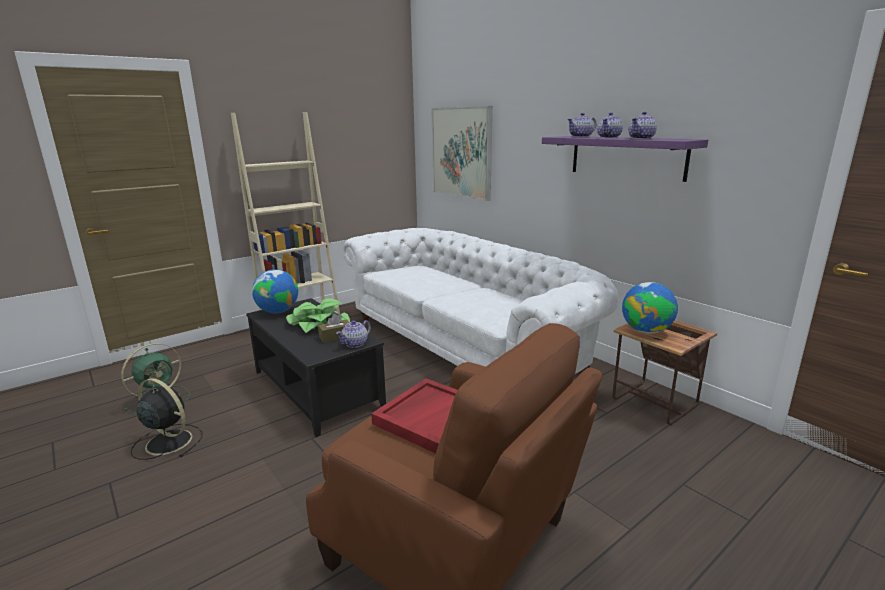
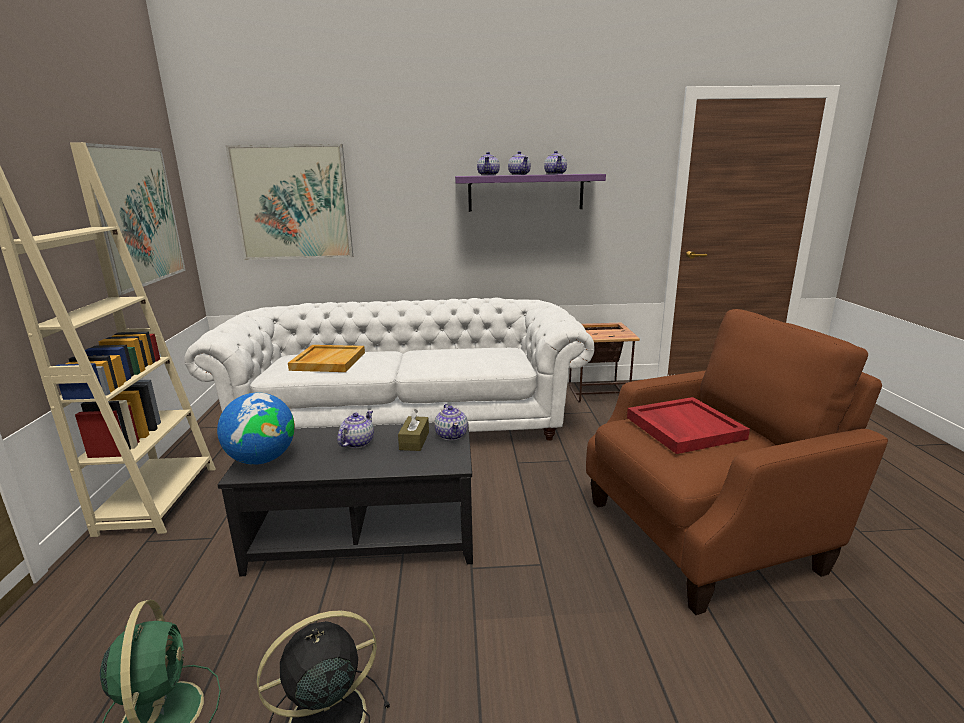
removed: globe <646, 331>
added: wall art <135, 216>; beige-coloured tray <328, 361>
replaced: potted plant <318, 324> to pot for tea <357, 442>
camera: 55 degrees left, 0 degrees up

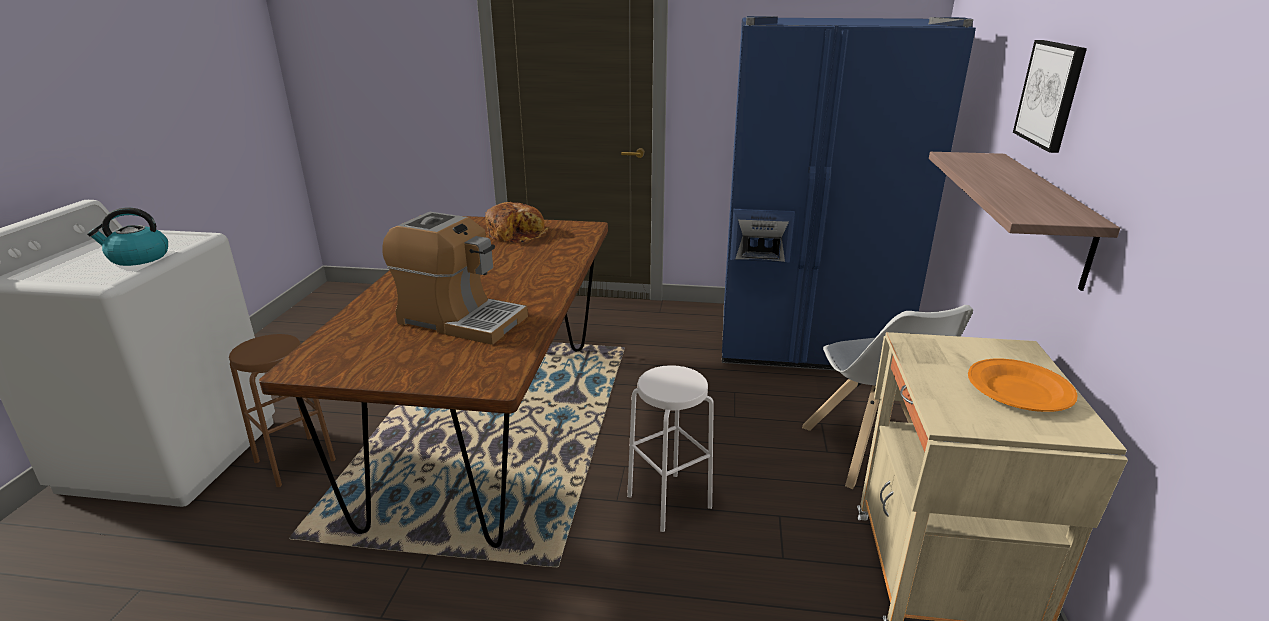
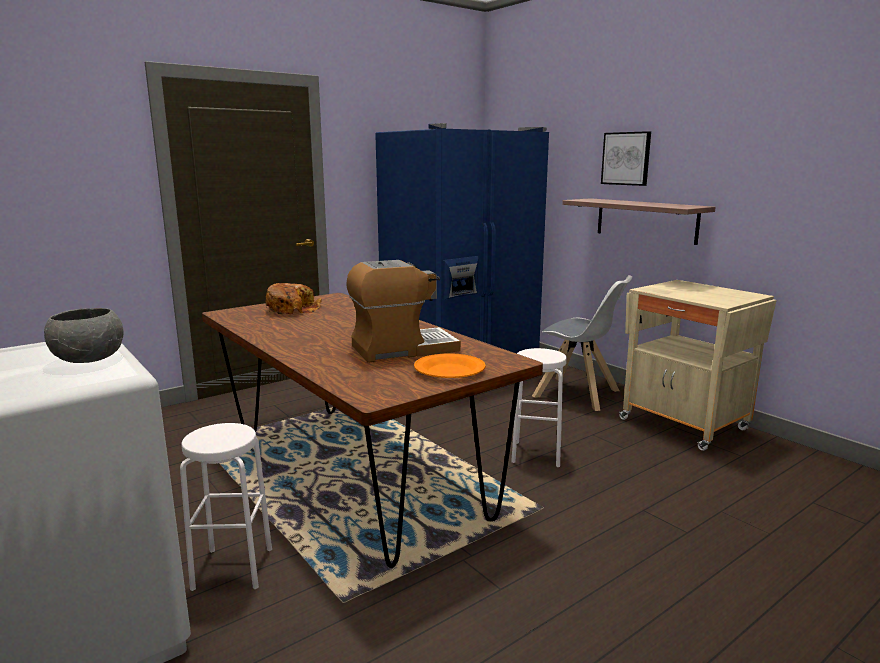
moved: orangey flat dish <1018, 390> to <449, 371>
replaced: water kettle <138, 258> to greyish serving bowl <90, 359>
recoloured: brown stool seat <295, 460> to white stool seat <232, 568>
camera: 45 degrees left, 10 degrees down

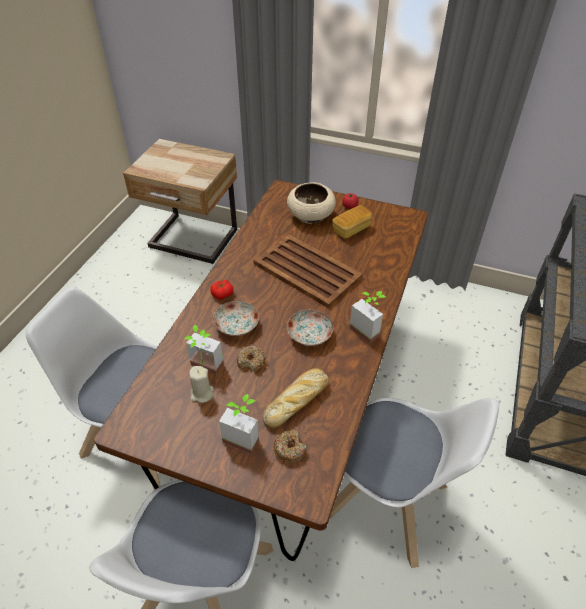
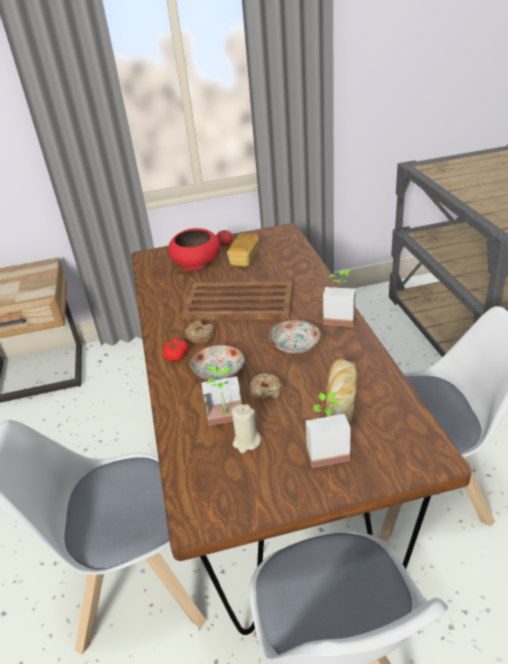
moved: ring doughnut <290, 449> to <200, 336>
recoloured: beige-coloured serving bowl <311, 216> to red-coloured serving bowl <197, 264>
camera: 30 degrees left, 10 degrees down

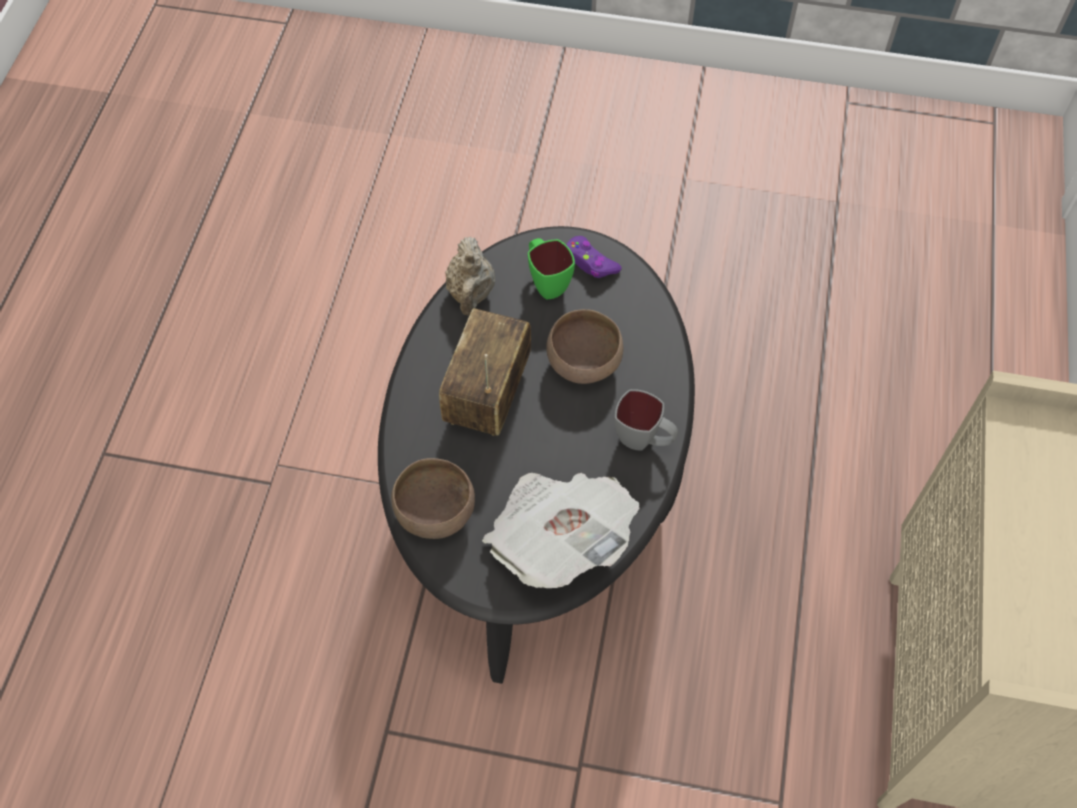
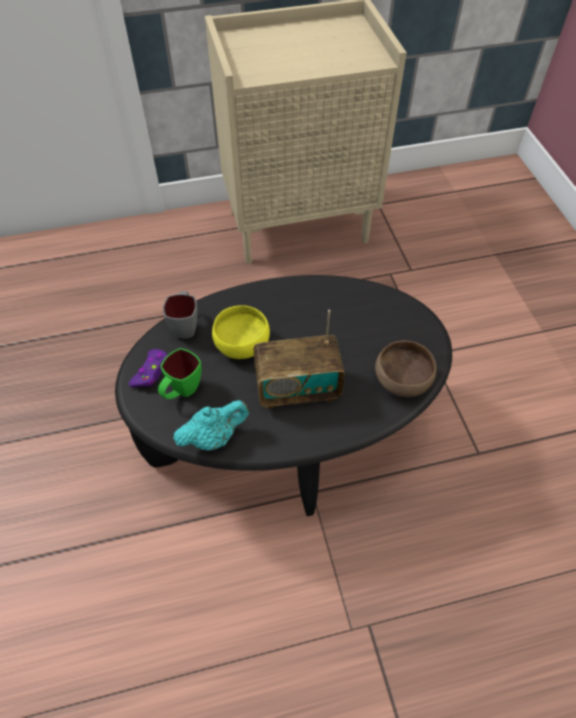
removed: daily paper <558, 539>
moved: greyish tea mug <644, 441> to <186, 326>
recoloured: beige-coloured pot for tea <471, 293> to turquoise-coloured pot for tea <214, 437>; brown serving bowl <585, 363> to yellow serving bowl <242, 344>
camera: 115 degrees left, 5 degrees down

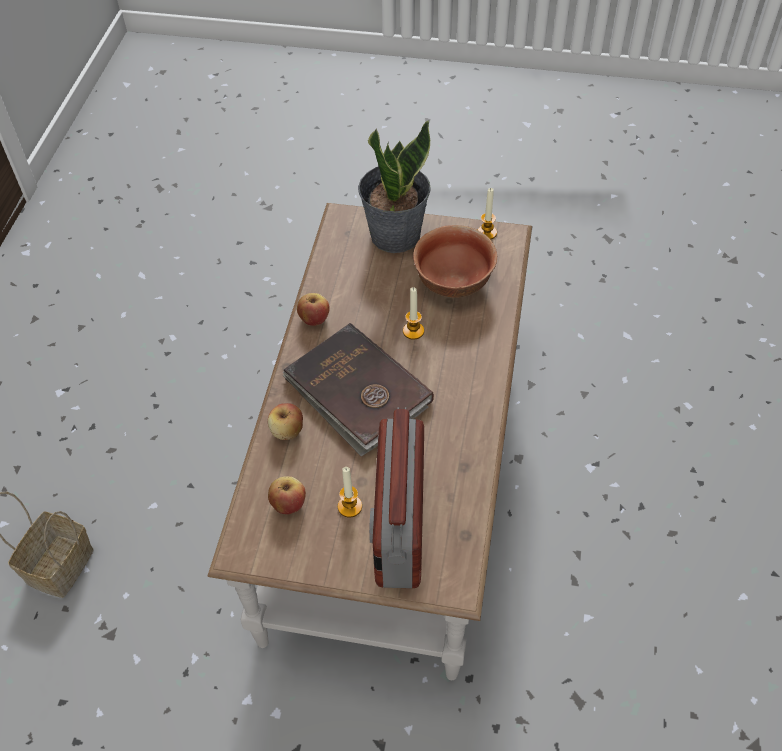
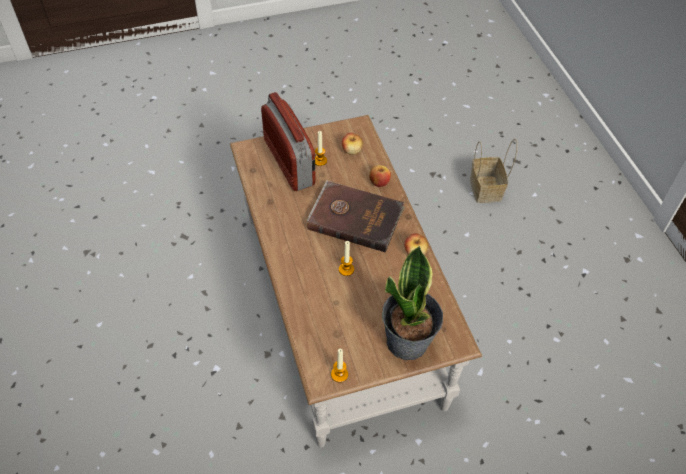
removed: serving bowl <455, 283>
camera: 150 degrees right, 0 degrees up

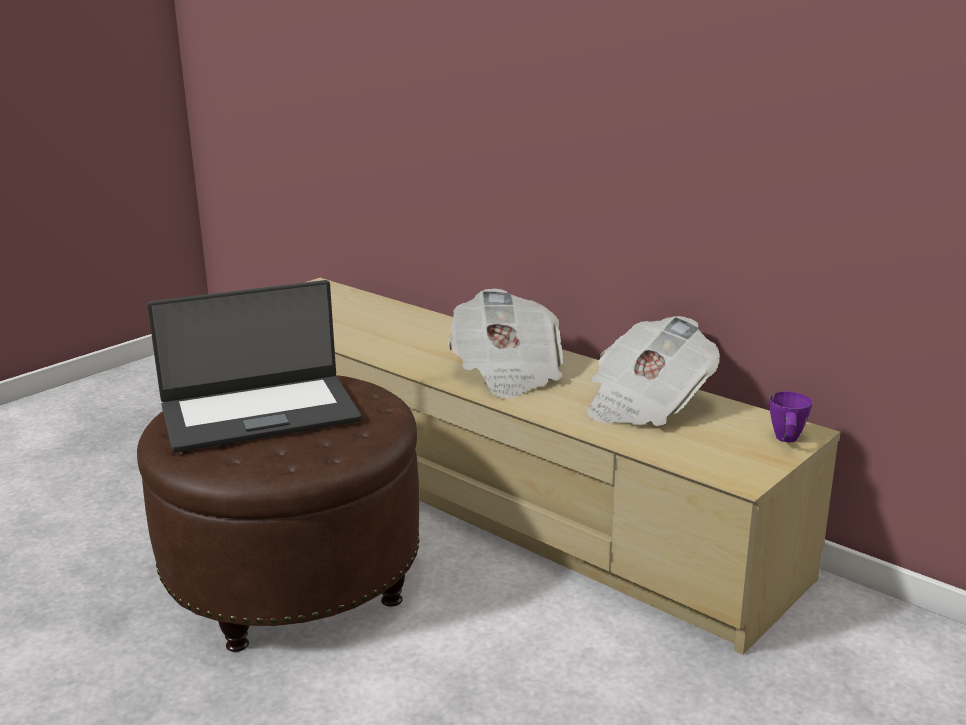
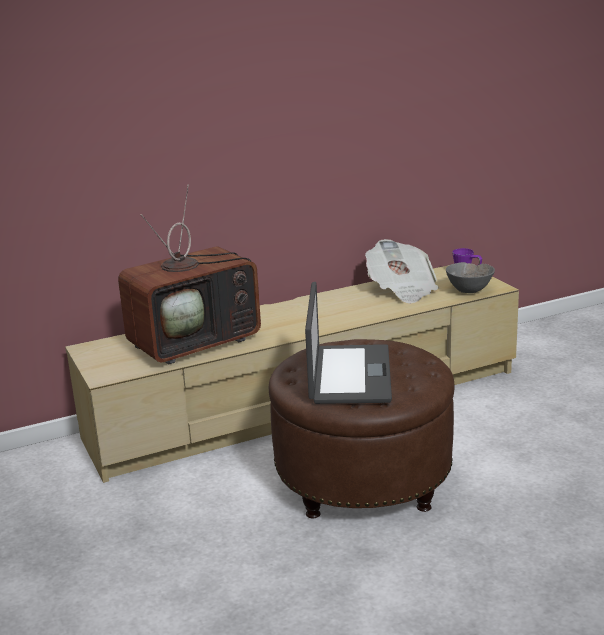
removed: daily paper <506, 373>
added: television <196, 341>; greyish serving bowl <469, 291>
camera: 65 degrees left, 0 degrees up

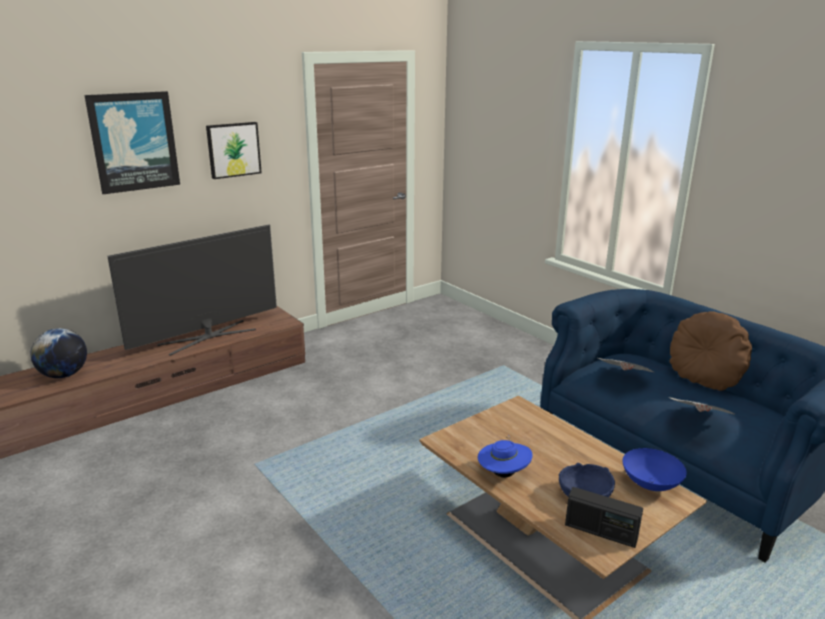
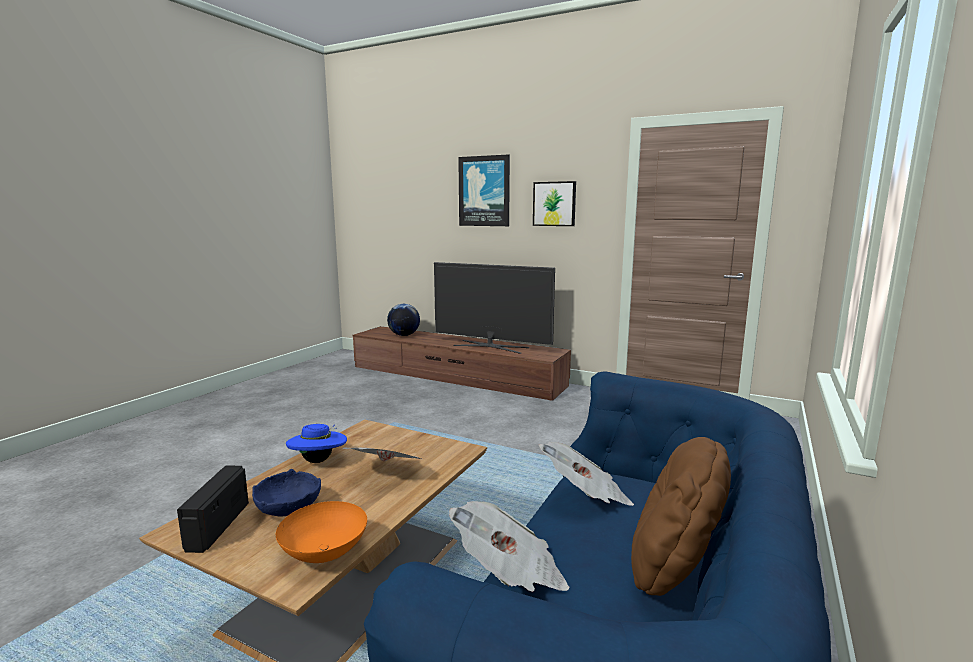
added: daily paper <387, 473>
recoloured: blue-coloured serving bowl <649, 484> to orangey serving bowl <324, 553>
camera: 65 degrees right, 10 degrees down

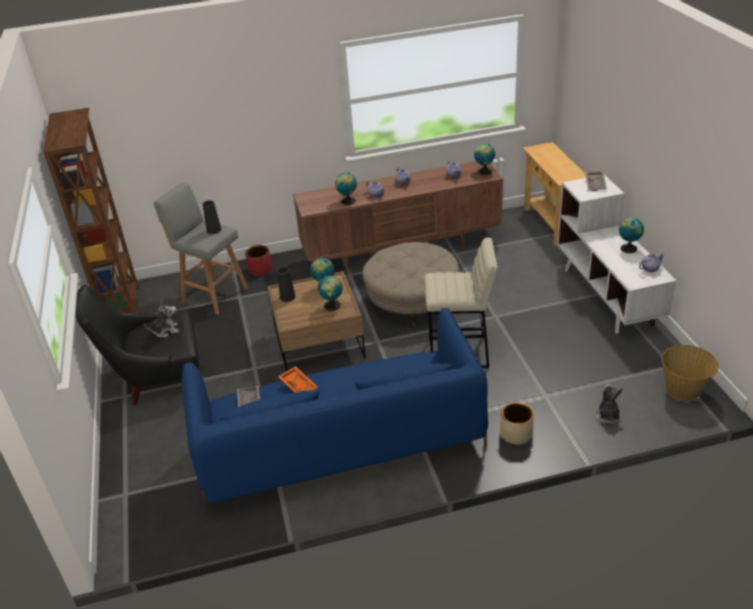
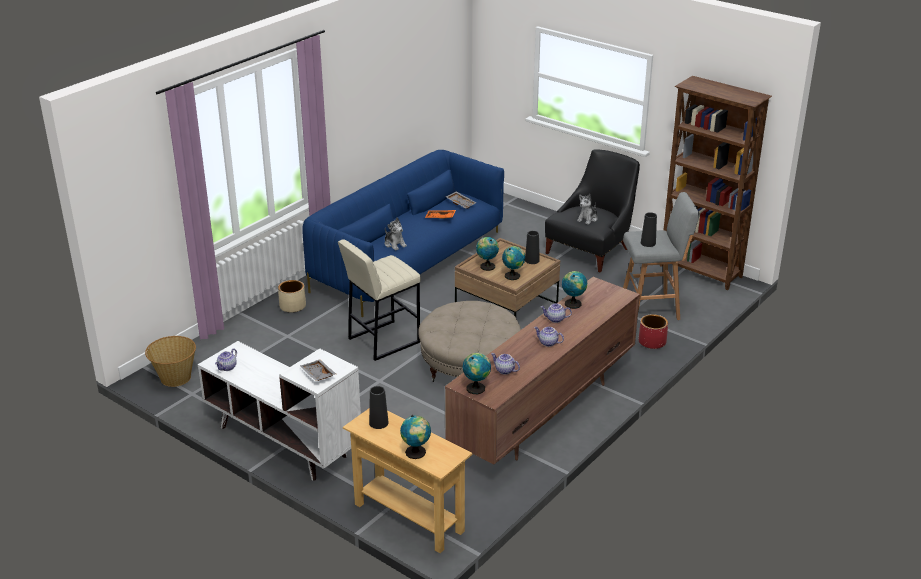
added: black vase <378, 423>
moved: plush toy <607, 416> to <394, 244>; globe <628, 248> to <416, 453>
camera: 140 degrees right, 5 degrees down

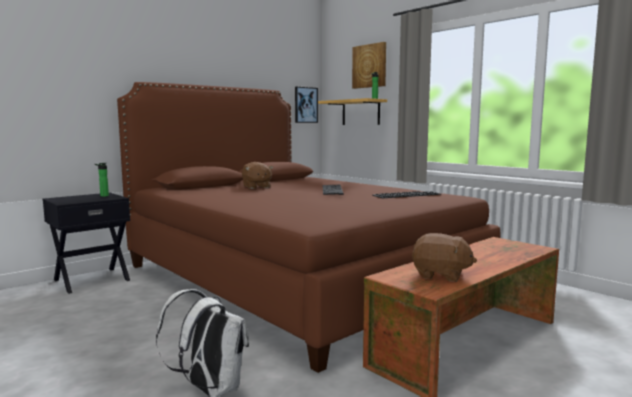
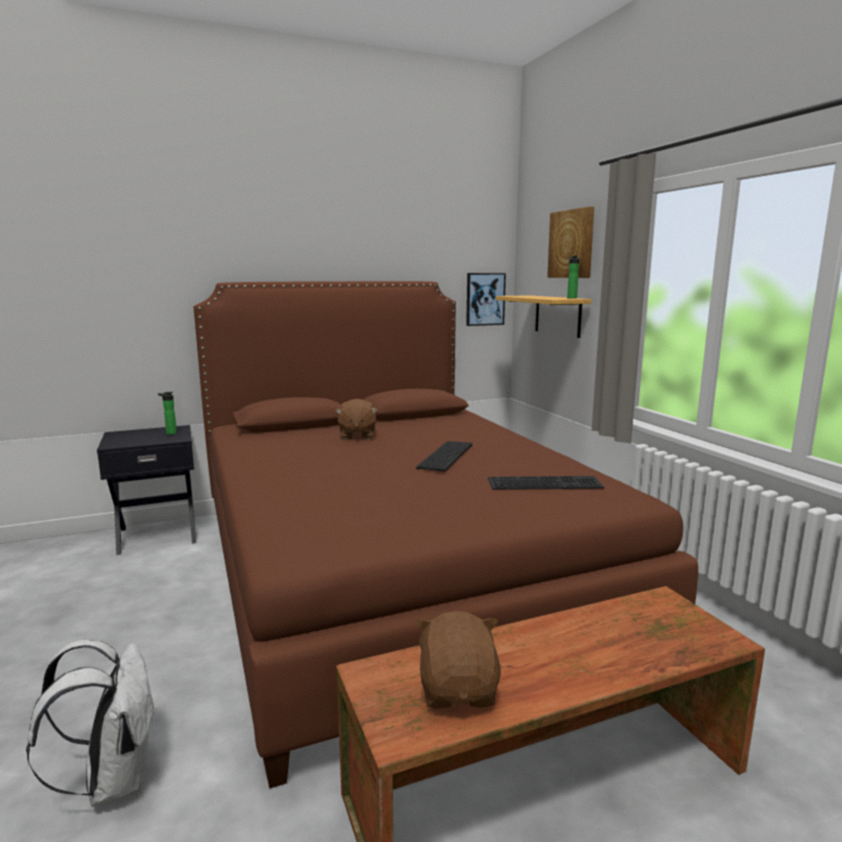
turned: brown plush toy <440, 275> = <459, 689> 135 degrees counterclockwise
camera: 20 degrees right, 5 degrees up

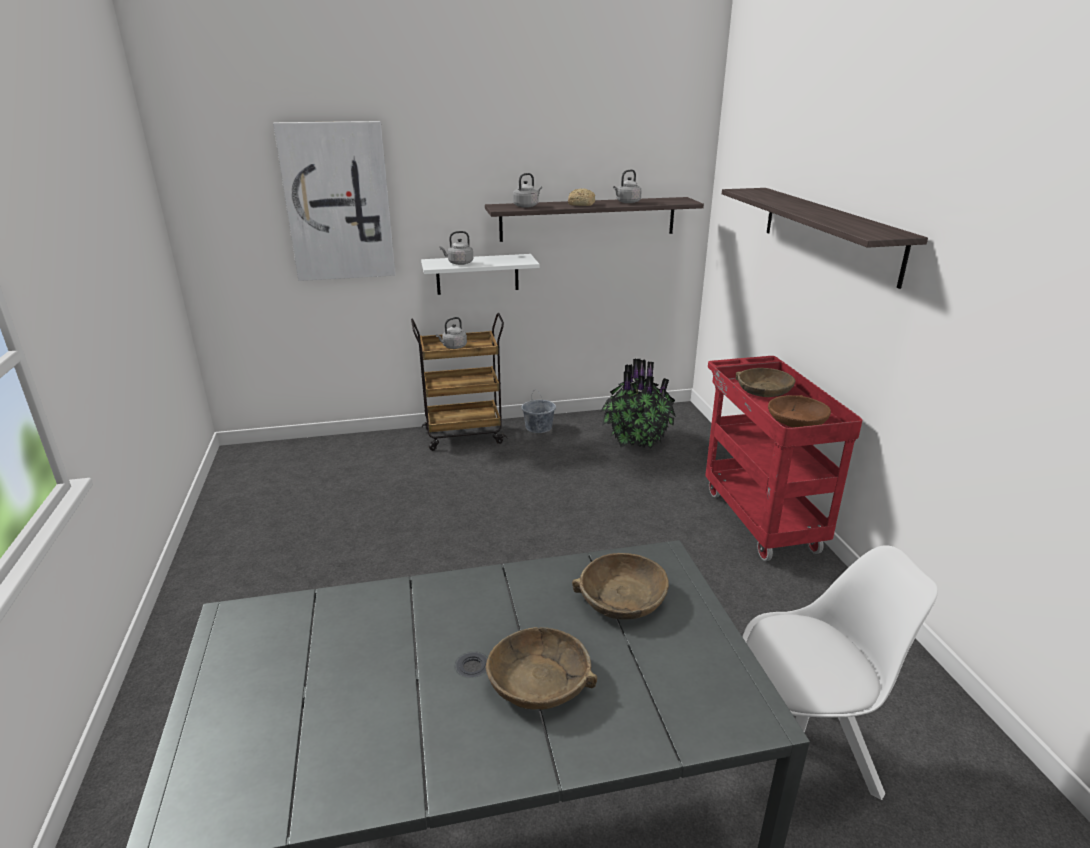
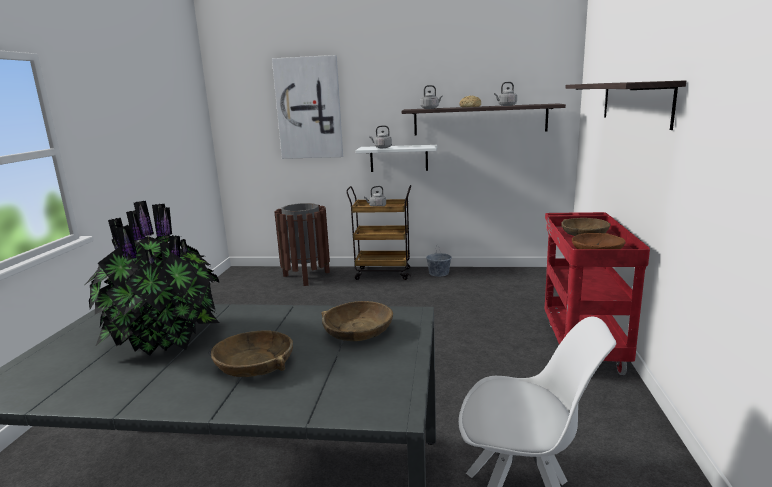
added: brown trash can <306, 277>
moved: potted plant <636, 440> to <165, 338>
camera: 20 degrees right, 10 degrees down

